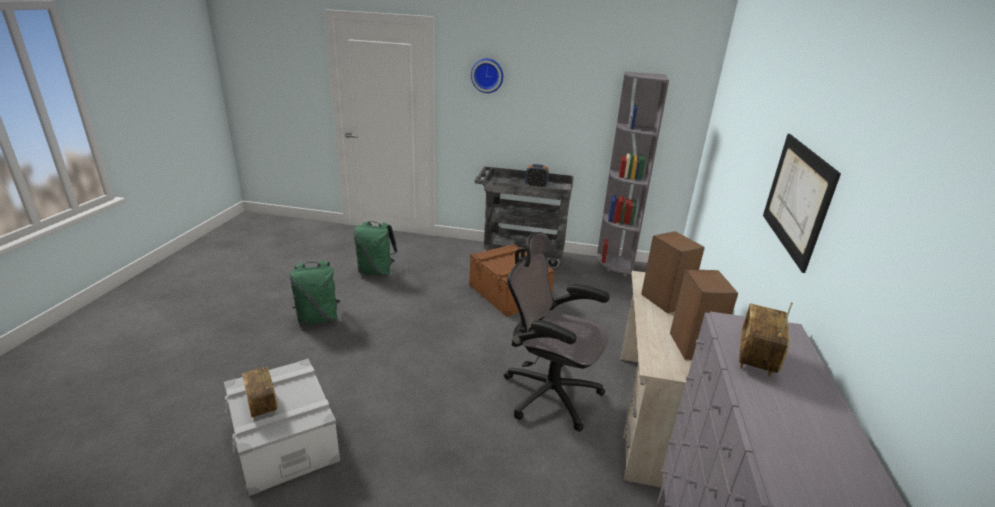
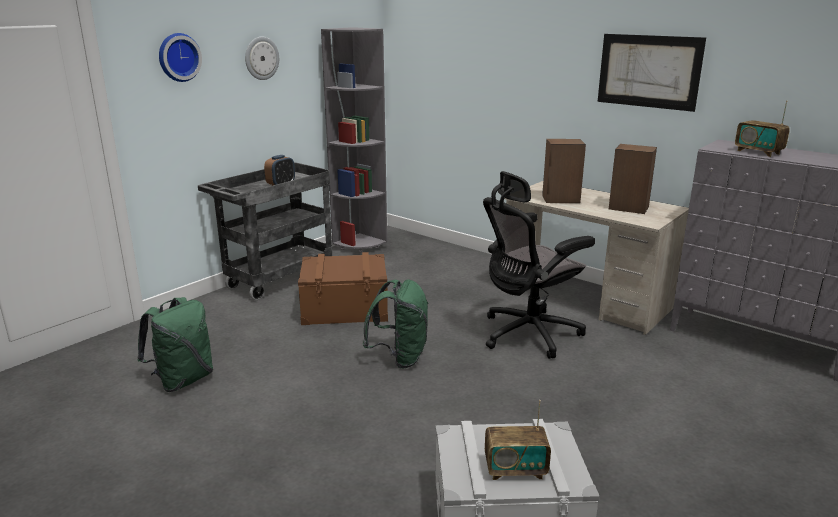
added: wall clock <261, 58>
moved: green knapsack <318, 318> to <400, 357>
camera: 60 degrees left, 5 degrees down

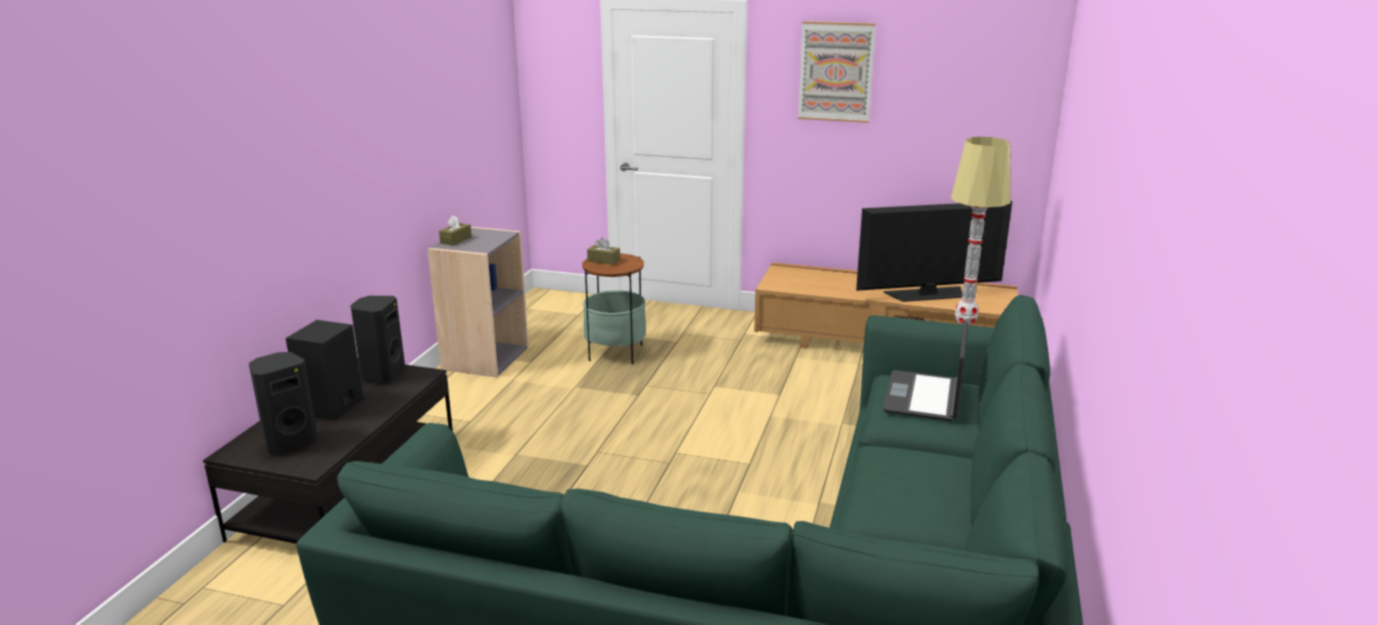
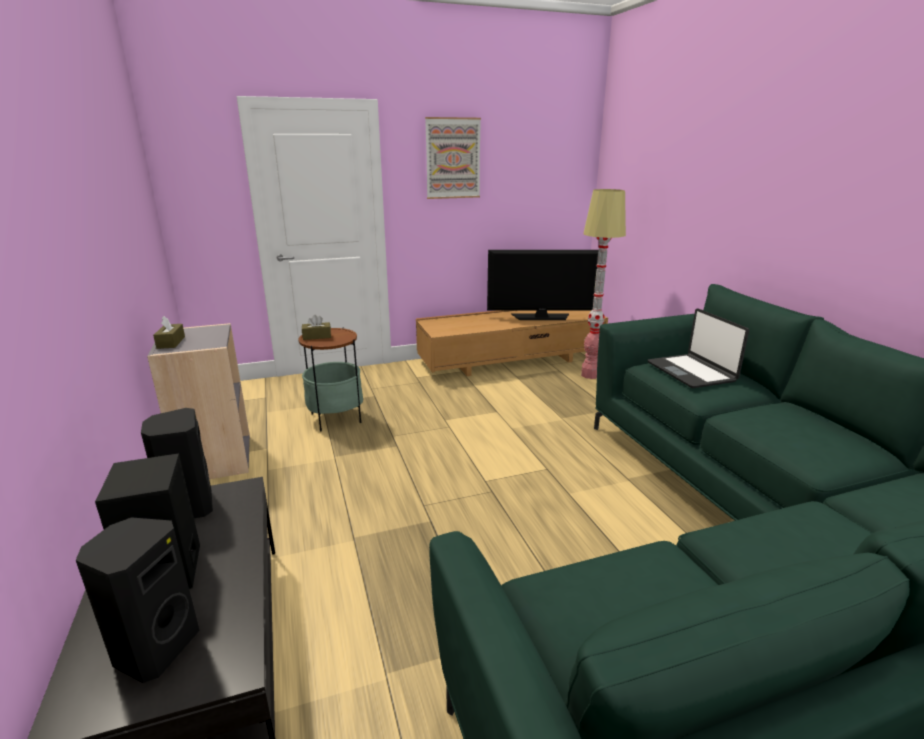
turned: television <927, 294> = <541, 317> 45 degrees clockwise
camera: 35 degrees left, 0 degrees up

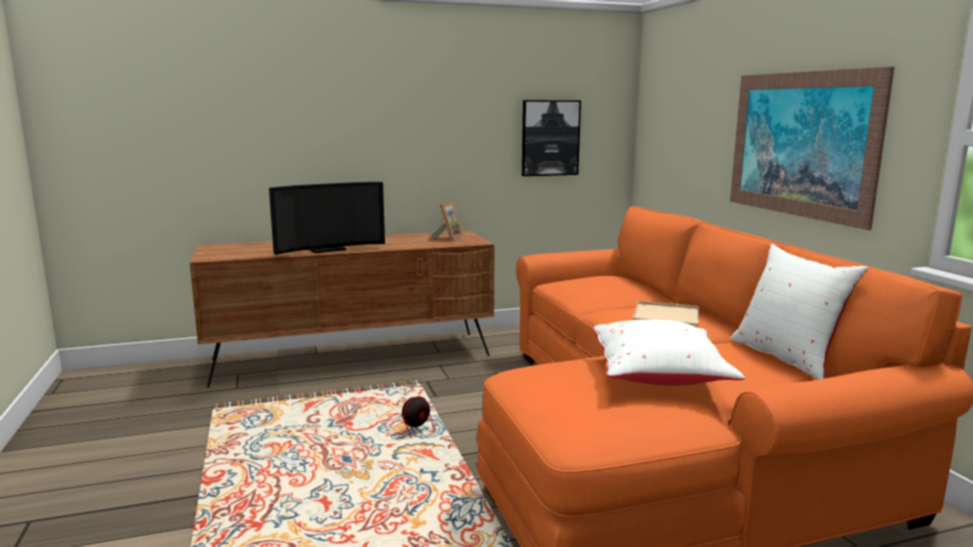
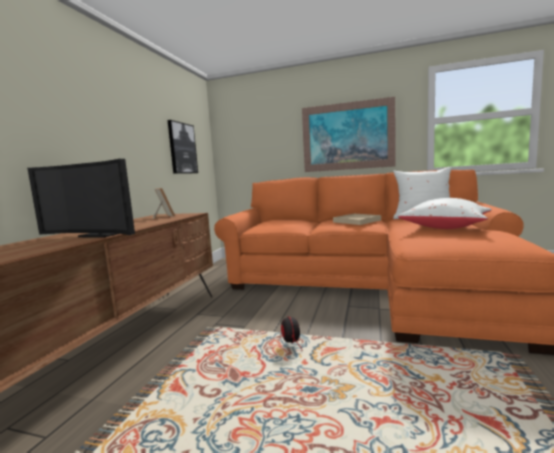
turned: television <327, 249> = <99, 235> 105 degrees clockwise
camera: 55 degrees left, 5 degrees down

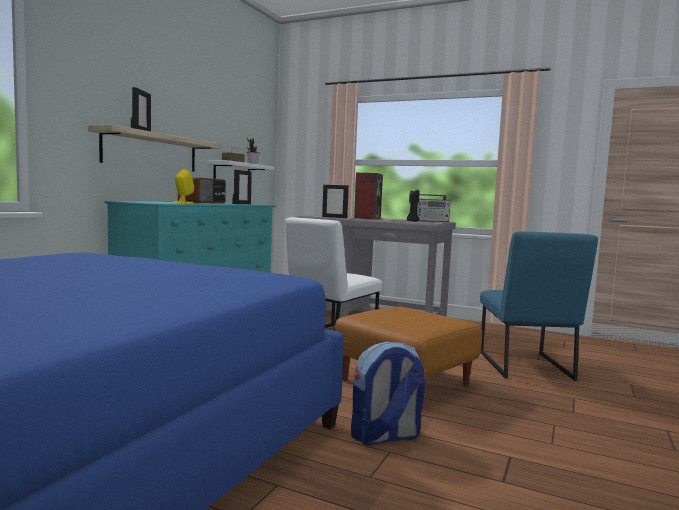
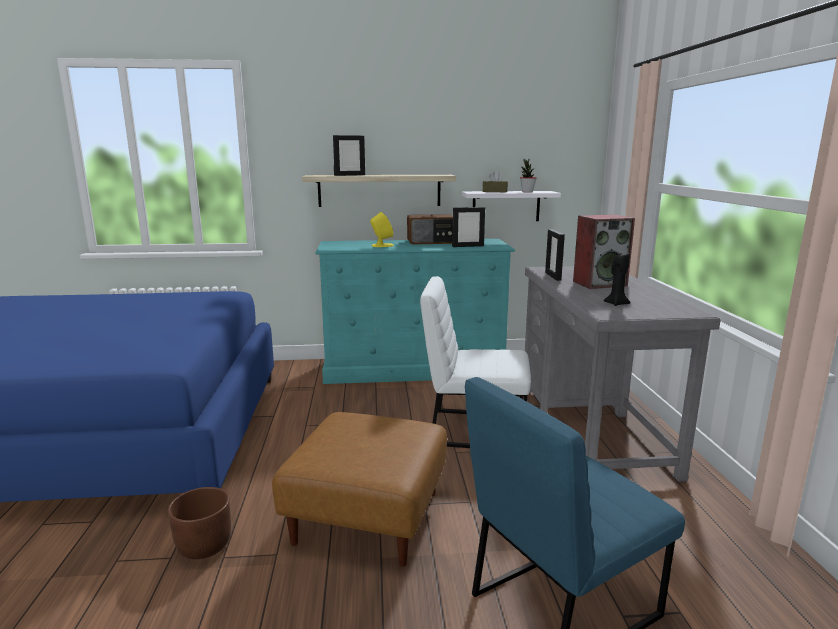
removed: radio set <430, 221>
replaced: knapsack <385, 437> to brown plant pot <203, 546>
camera: 60 degrees right, 10 degrees up

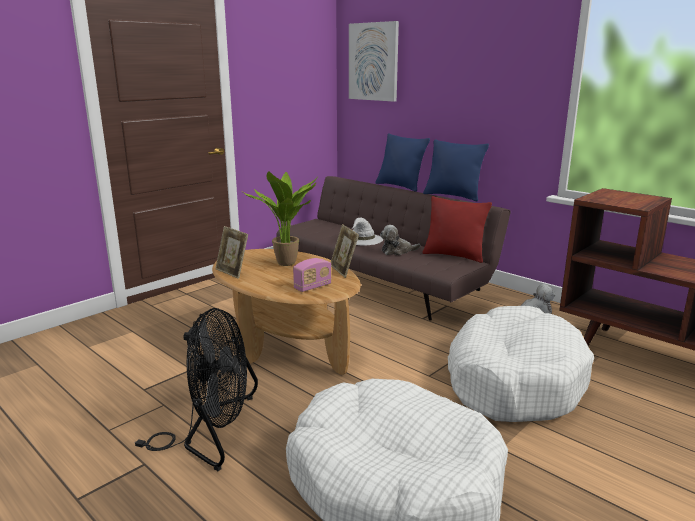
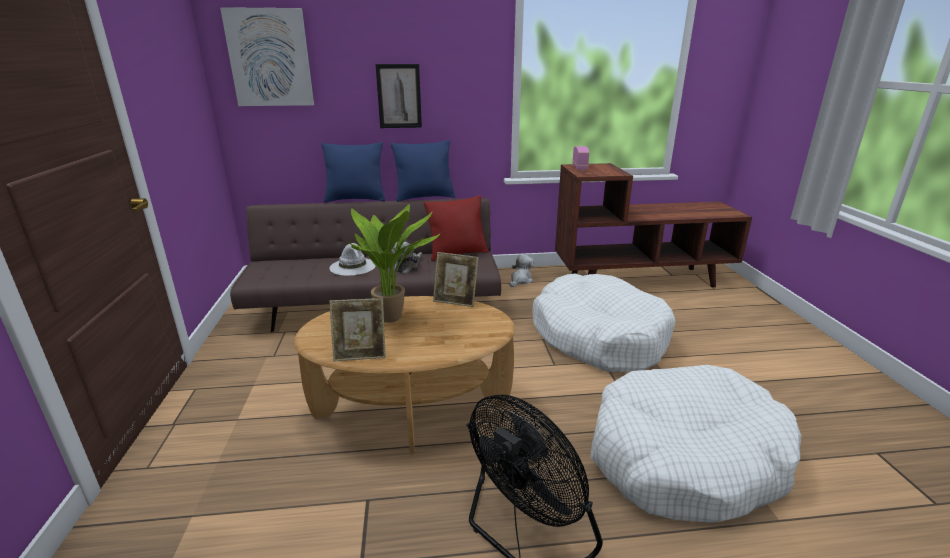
added: wall art <399, 96>
moved: radio set <312, 287> to <579, 167>
camera: 50 degrees left, 5 degrees up

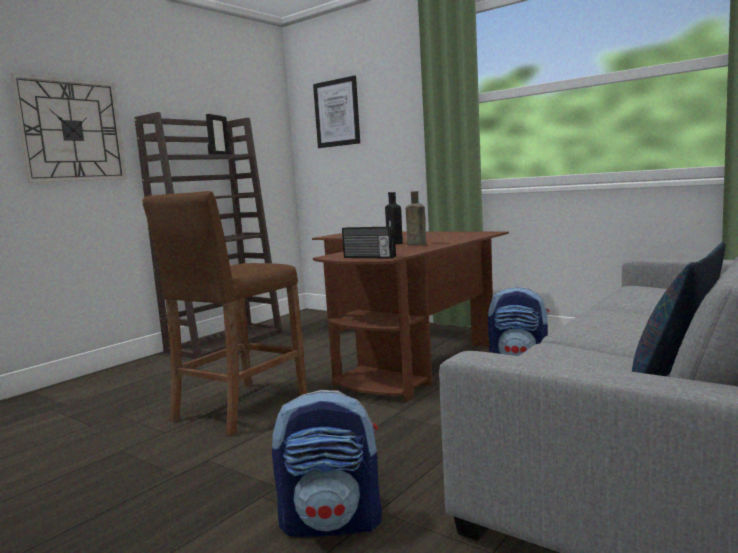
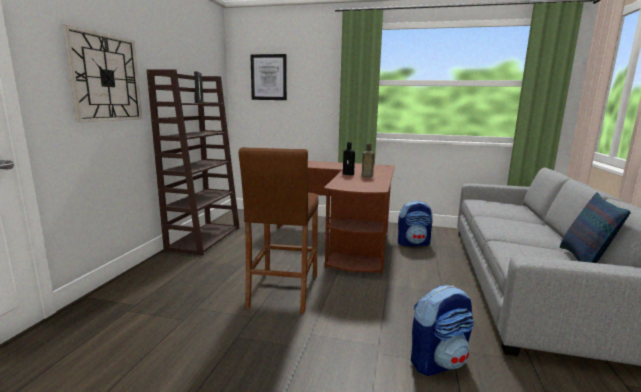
removed: radio set <369, 257>
camera: 25 degrees left, 5 degrees up

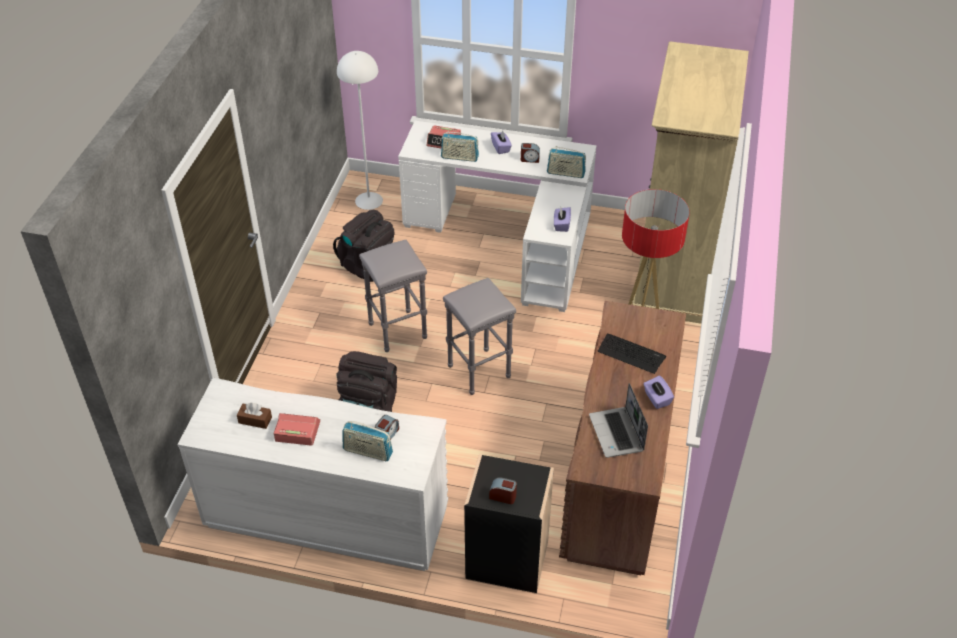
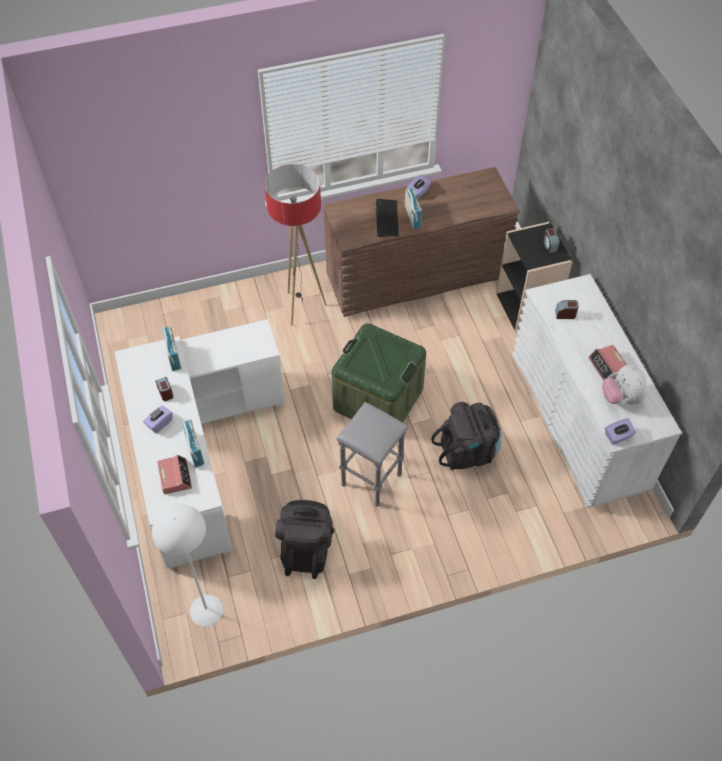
removed: notebook computer <617, 434>; beige-coloured wardrobe <671, 274>
moved: radio set <368, 452> to <412, 216>; purple tissue box <561, 225> to <618, 436>
replaced: brown tissue box <255, 420> to plush toy <621, 398>; greyish stool seat <478, 372> to green storage container <378, 399>
camera: 120 degrees left, 10 degrees up

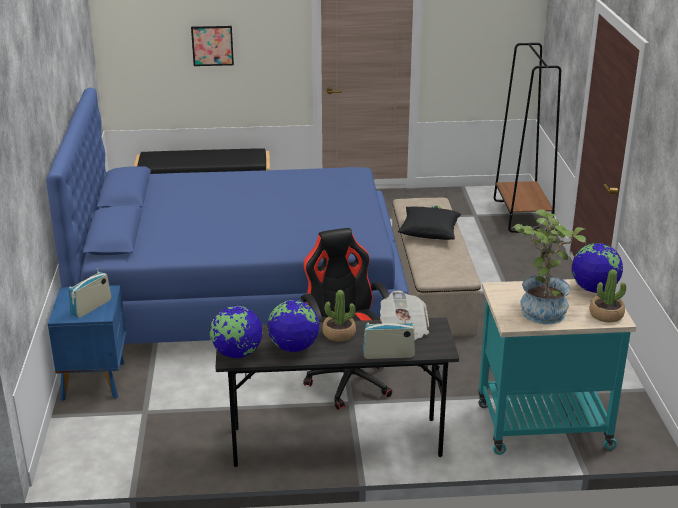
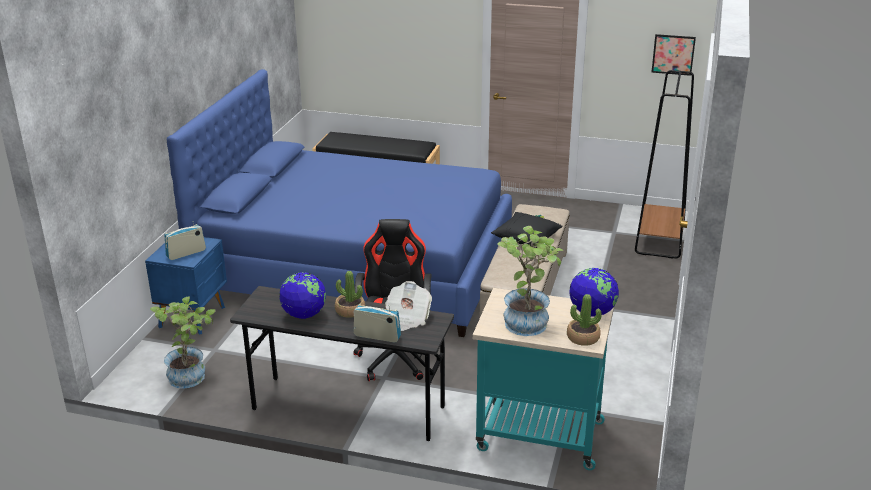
removed: globe <237, 354>
added: potted plant <191, 375>
moved: wall art <212, 45> to <673, 54>
camera: 20 degrees right, 0 degrees up

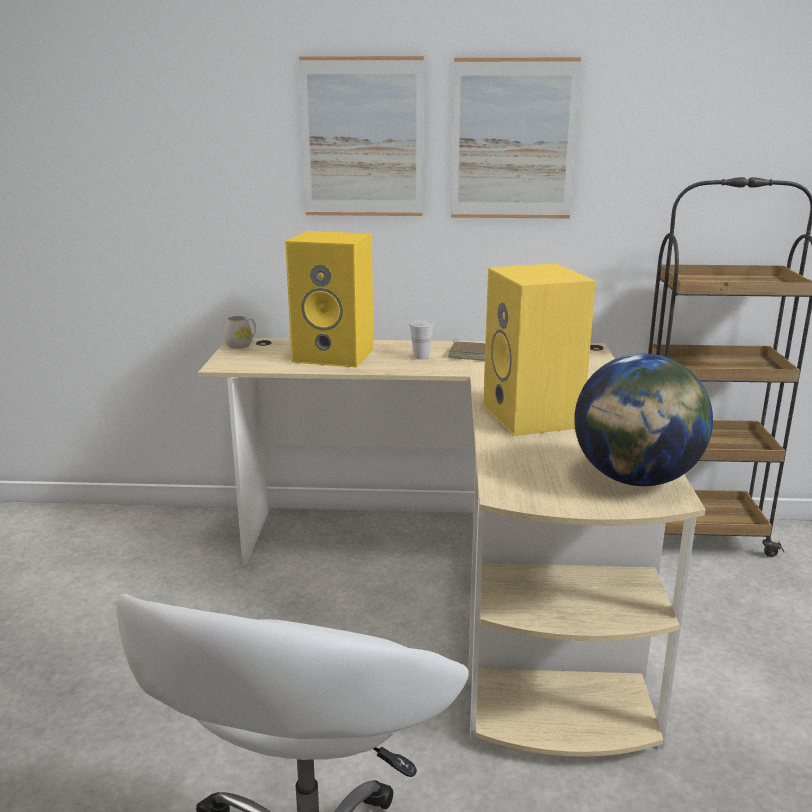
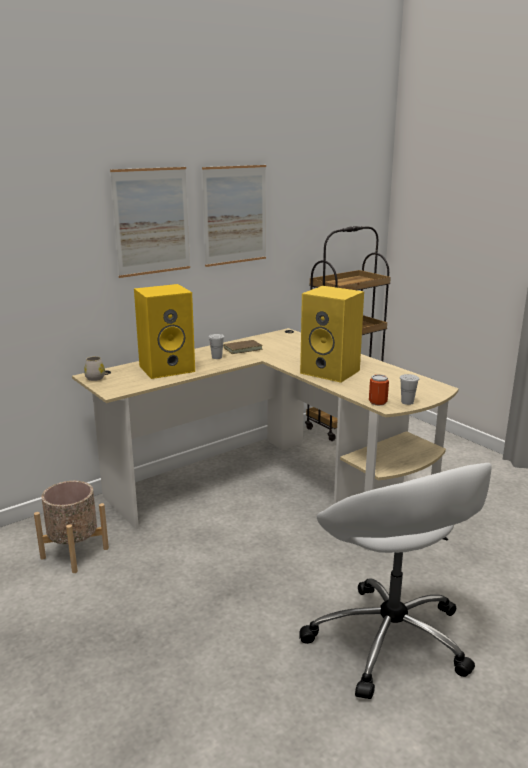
removed: globe <635, 479>
added: beige-coloured plant pot <74, 553>; sealed can <377, 402>; white drinking cup <407, 402>
camera: 40 degrees left, 0 degrees up

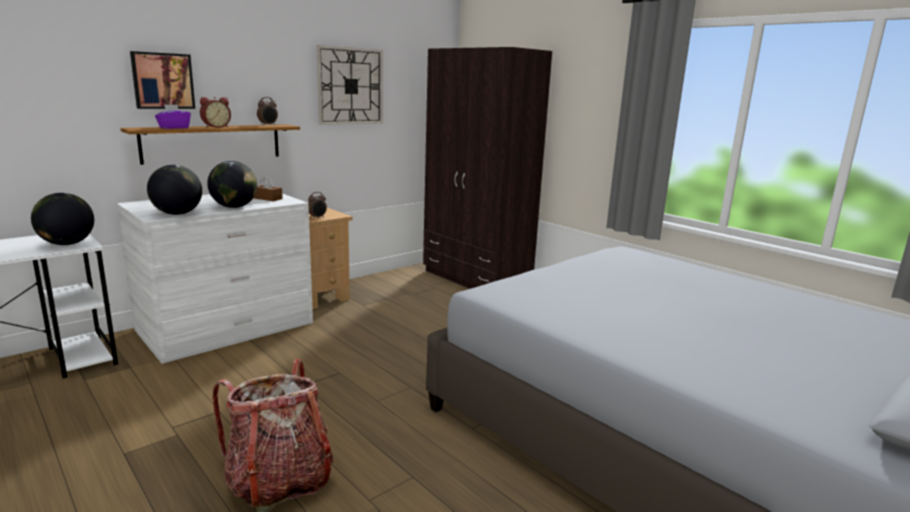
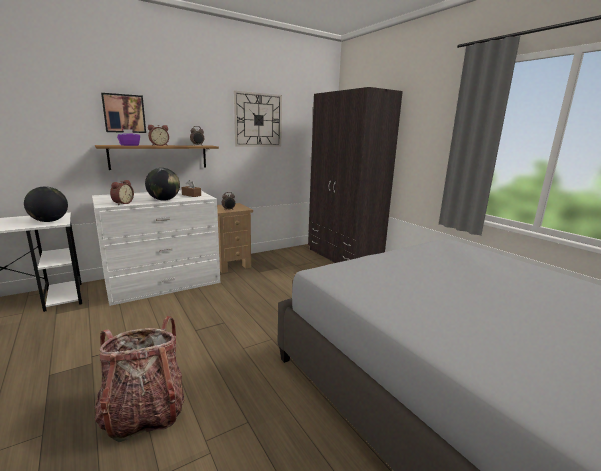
replaced: globe <177, 214> to alarm clock <122, 203>
camera: 10 degrees right, 0 degrees up

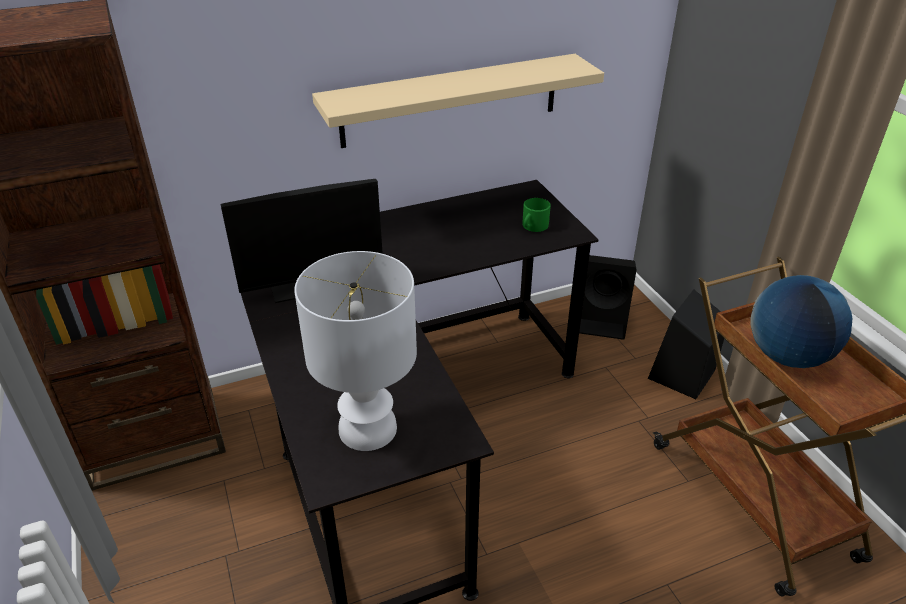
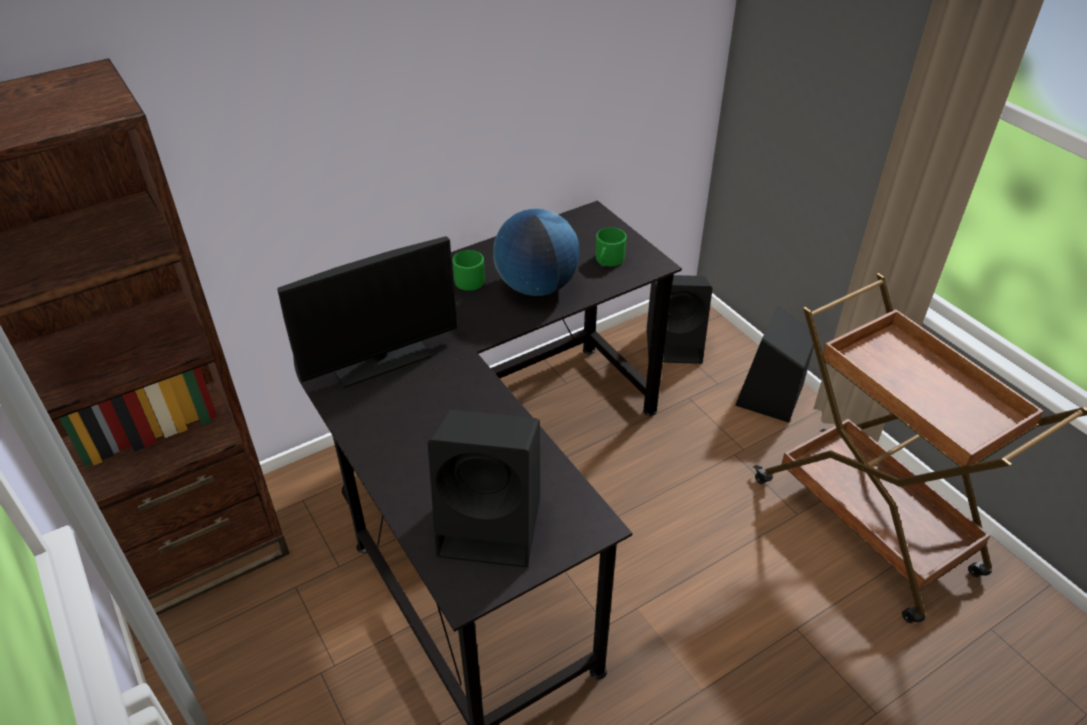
removed: beige-coloured shelf <450, 100>
added: green tea mug <467, 279>
moved: globe <787, 356> to <536, 287>
replaced: white lamp for a table <369, 429> to black speaker <493, 525>
camera: 10 degrees left, 5 degrees up

